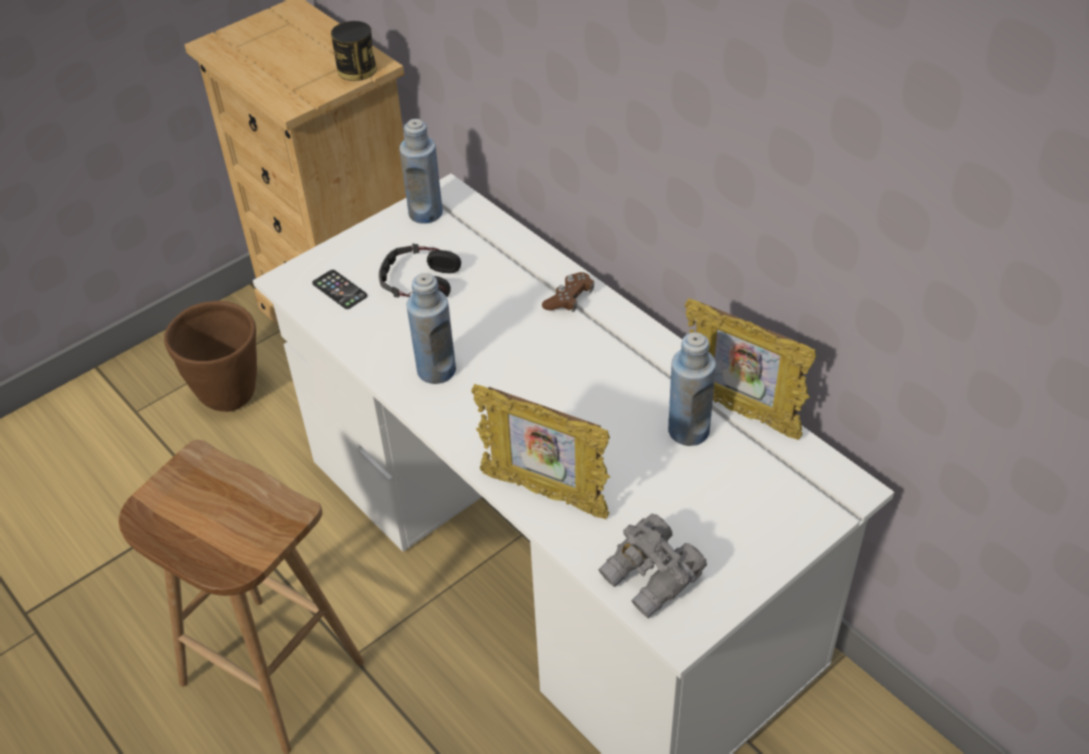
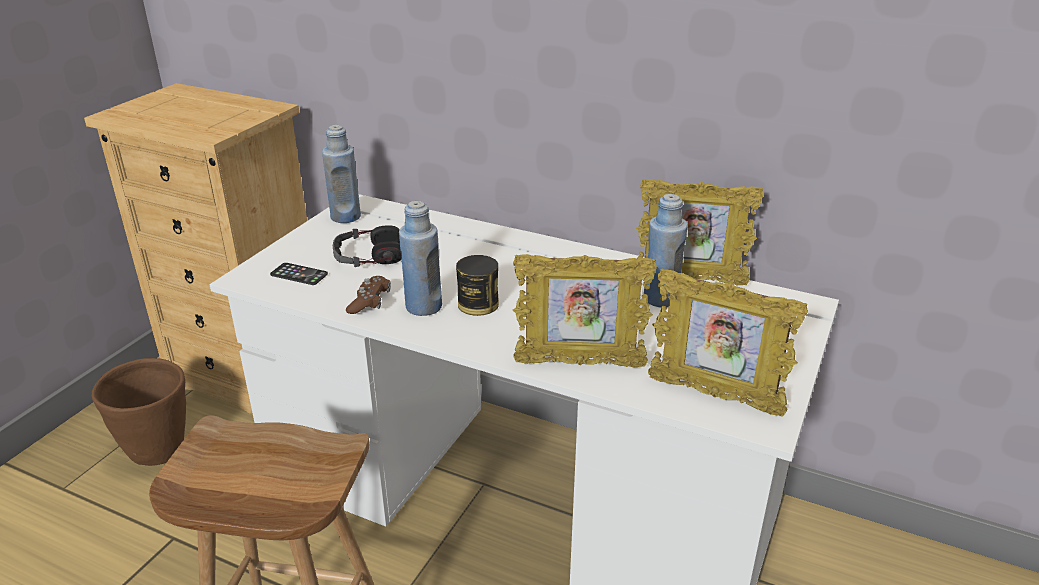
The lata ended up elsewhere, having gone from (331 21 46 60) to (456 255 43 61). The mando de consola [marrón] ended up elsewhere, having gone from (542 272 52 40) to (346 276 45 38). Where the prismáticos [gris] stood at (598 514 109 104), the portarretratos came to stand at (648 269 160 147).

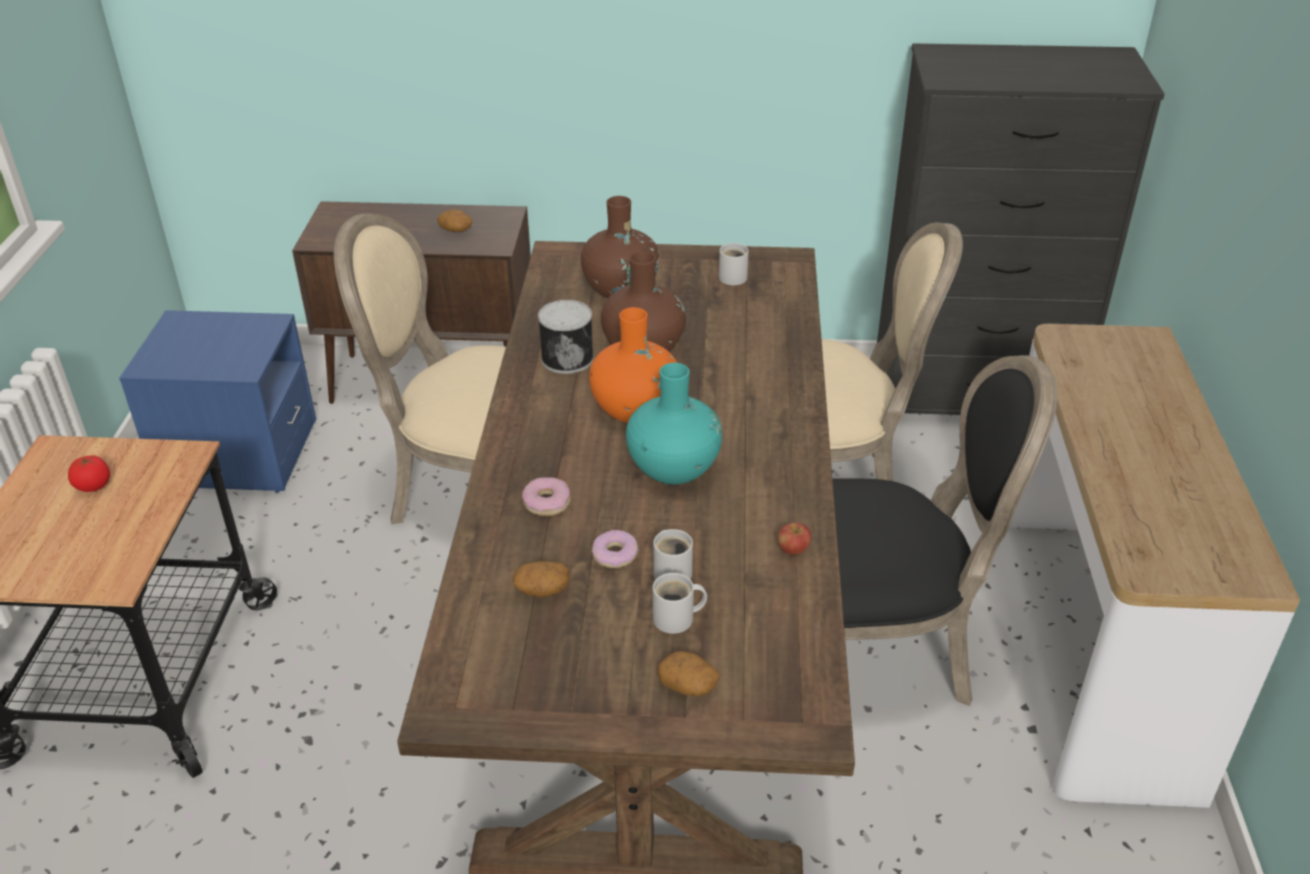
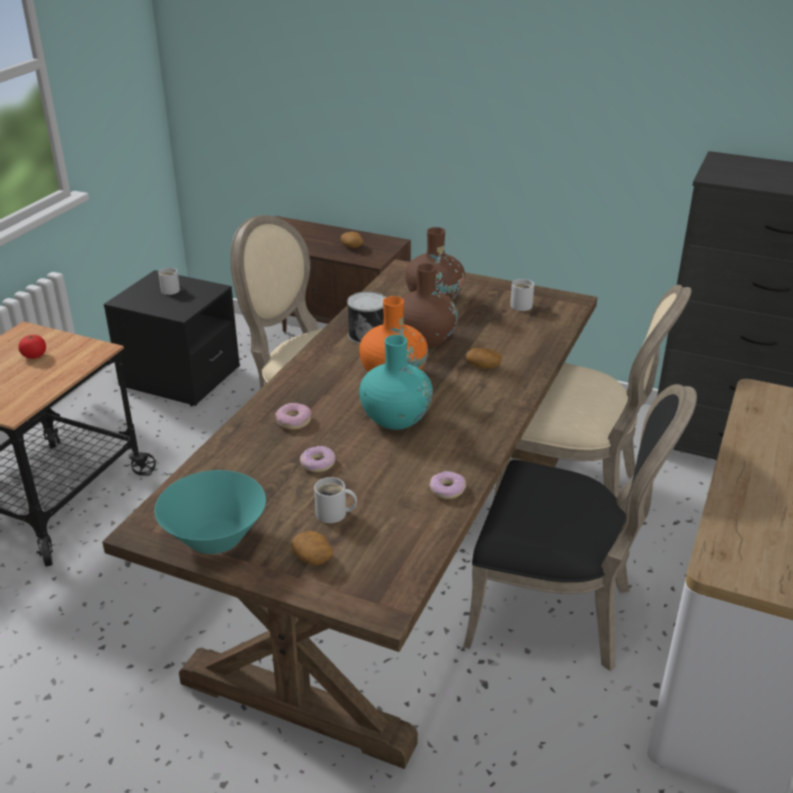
What was the mesita de noche [azul] at (119 310 197 183) turned into the mesita de noche [negro] at (104 270 136 136). The patata ended up elsewhere, having gone from (513 561 57 37) to (466 348 36 21). The taza grande [blanco] ended up elsewhere, having gone from (653 529 40 51) to (158 268 22 27). Where the manzana stood at (778 522 33 33), the rosquilla came to stand at (429 471 37 28). The second view gained the cuenco [turquesa] at (155 470 111 84).

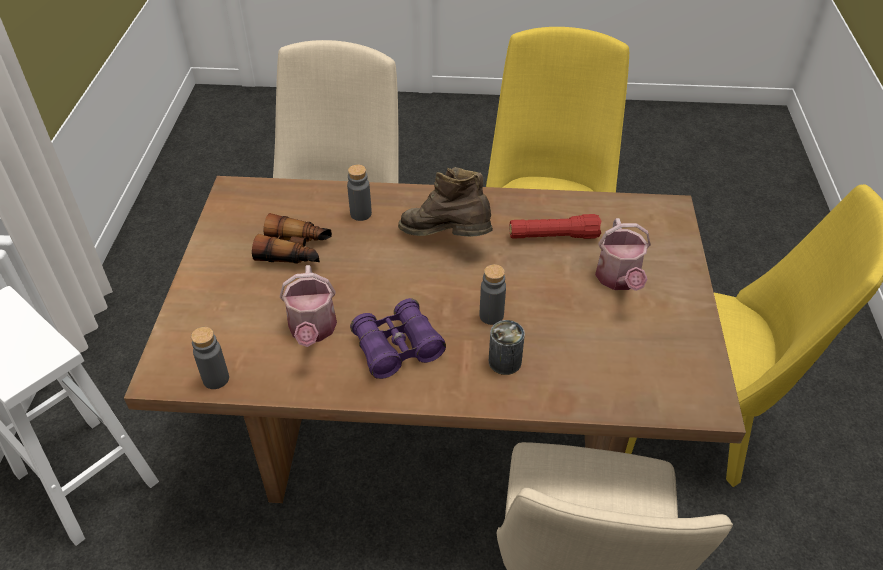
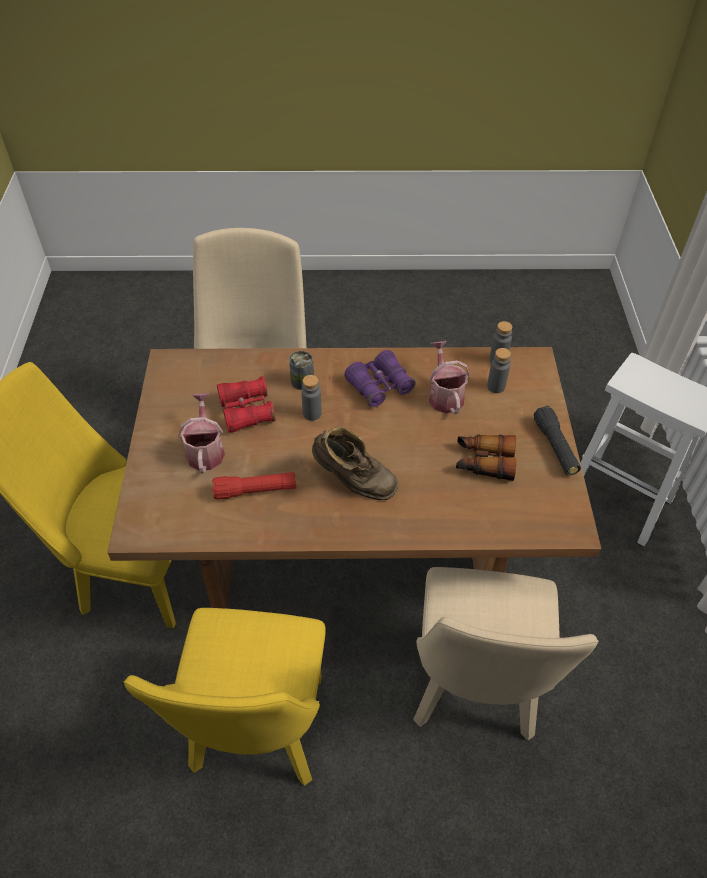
The botella [gris] ended up elsewhere, having gone from (347 164 25 57) to (487 348 24 45). The second view gained the prismáticos [rojo] at (217 376 59 57). The second view gained the linterna [negro] at (534 406 47 70).

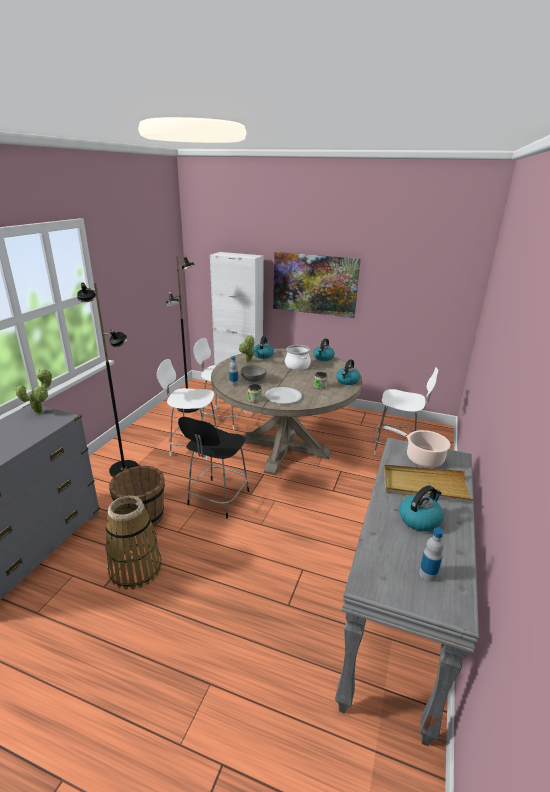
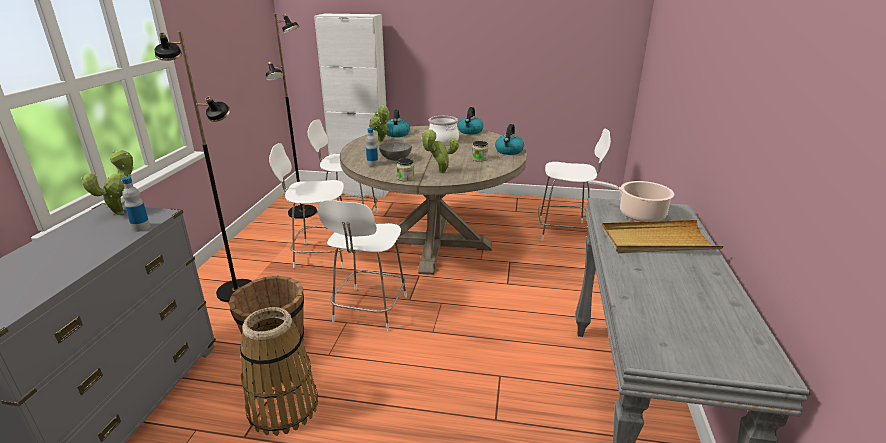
What was the silla [negro] at (178 417 71 102) turned into the silla [blanco] at (317 200 90 131). Where the plato [blanco] stood at (265 387 37 17), the planta en maceta came to stand at (421 129 38 44). The second view lost the cuadro at (273 252 88 66). The second view lost the hervidor at (400 485 43 47). The botella ended up elsewhere, having gone from (419 527 25 55) to (122 176 28 56).

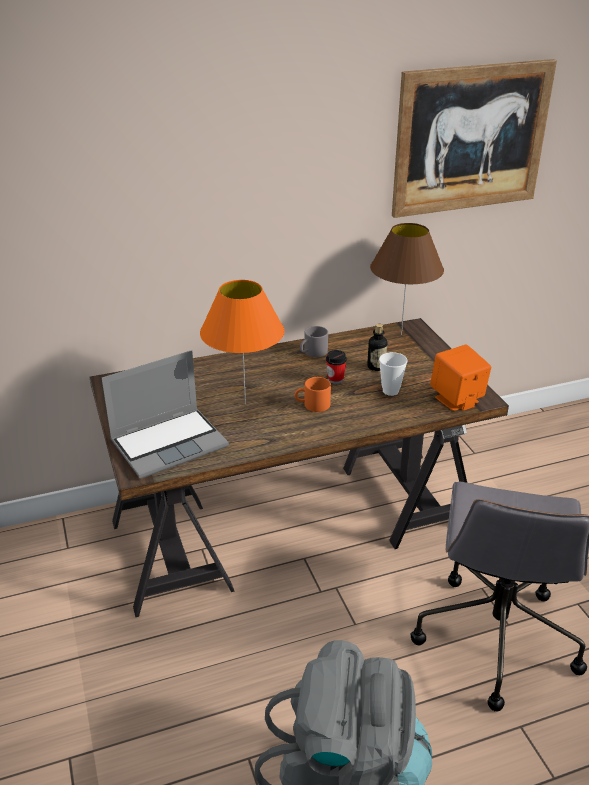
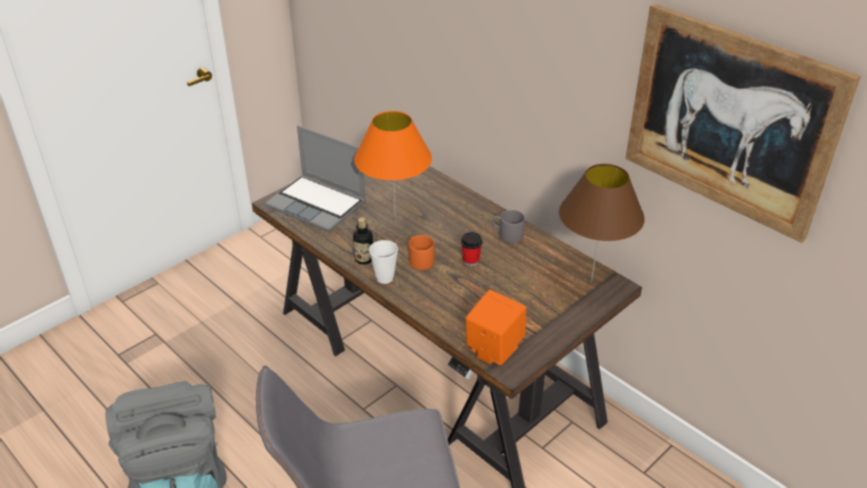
The botella ended up elsewhere, having gone from (367 324 20 47) to (353 218 20 47). The taza ended up elsewhere, having gone from (379 352 29 44) to (369 240 29 44).

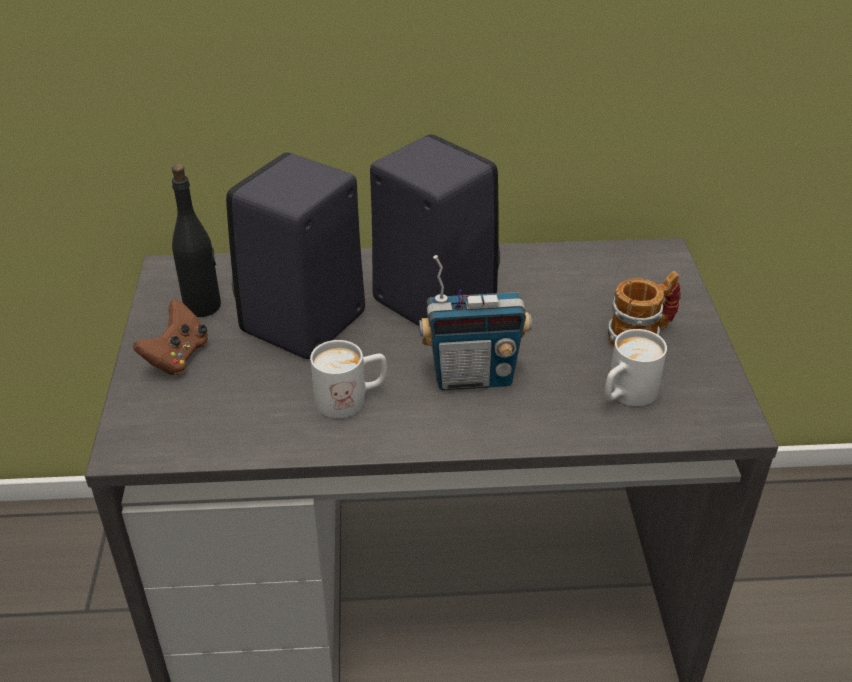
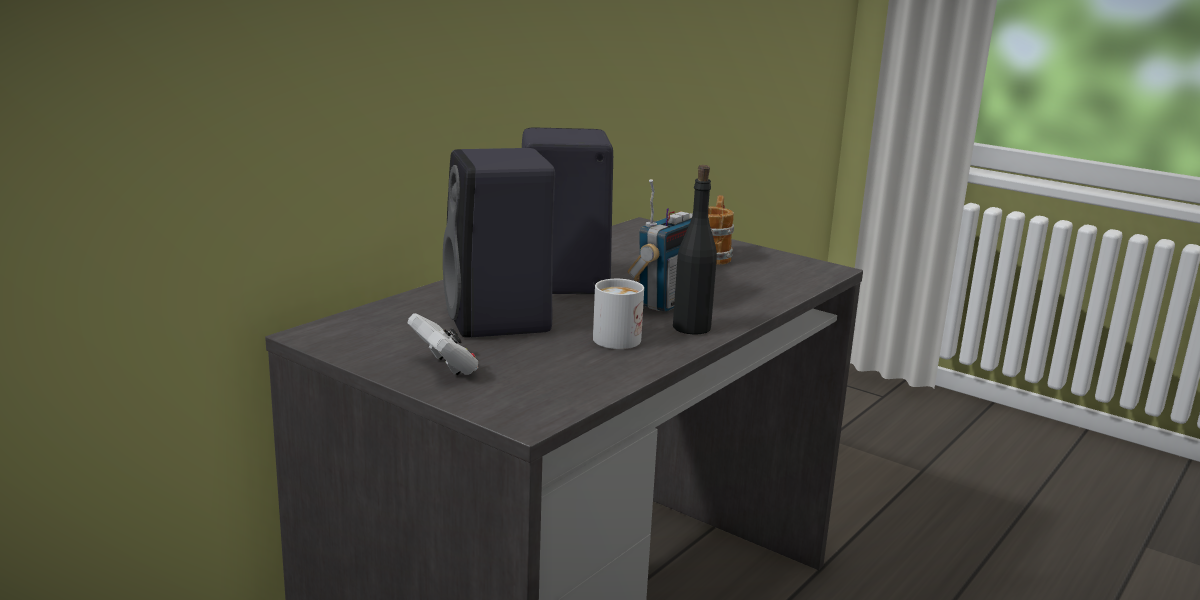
What was the mando de consola [marrón] at (133 299 75 76) turned into the mando de consola [blanco] at (408 313 70 63). The botella [negro] ended up elsewhere, having gone from (172 164 49 153) to (673 165 44 170). The second view lost the taza grande [blanco] at (605 329 62 77).

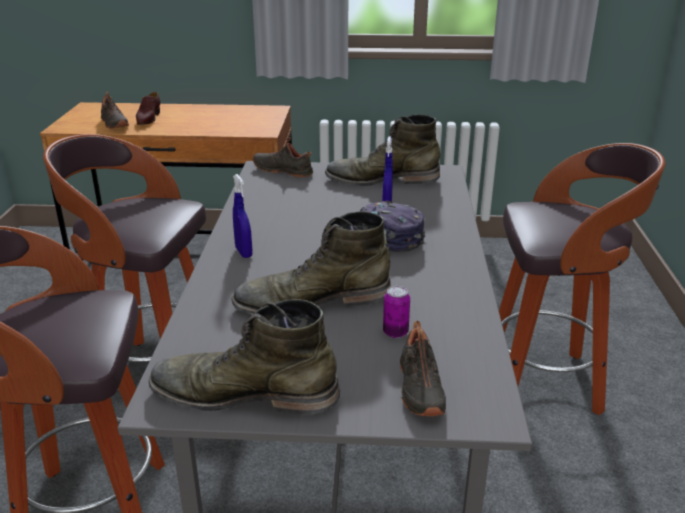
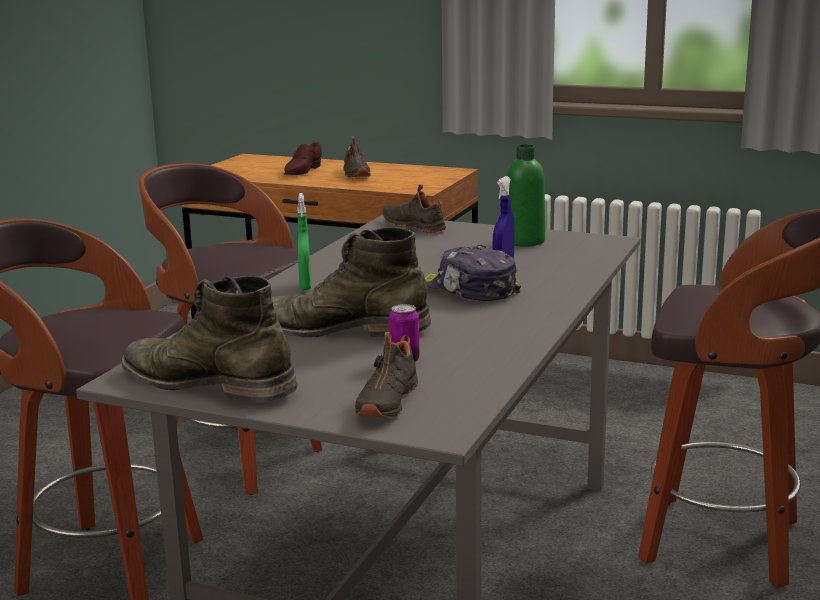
The zapato [negro] ended up elsewhere, having gone from (101 92 28 37) to (344 136 27 41). What was the pulverizador [azul] at (233 174 19 84) turned into the pulverizador [verde] at (297 193 14 97). Where the bota [verde] stood at (325 114 115 72), the botella [verde] came to stand at (506 145 39 102).

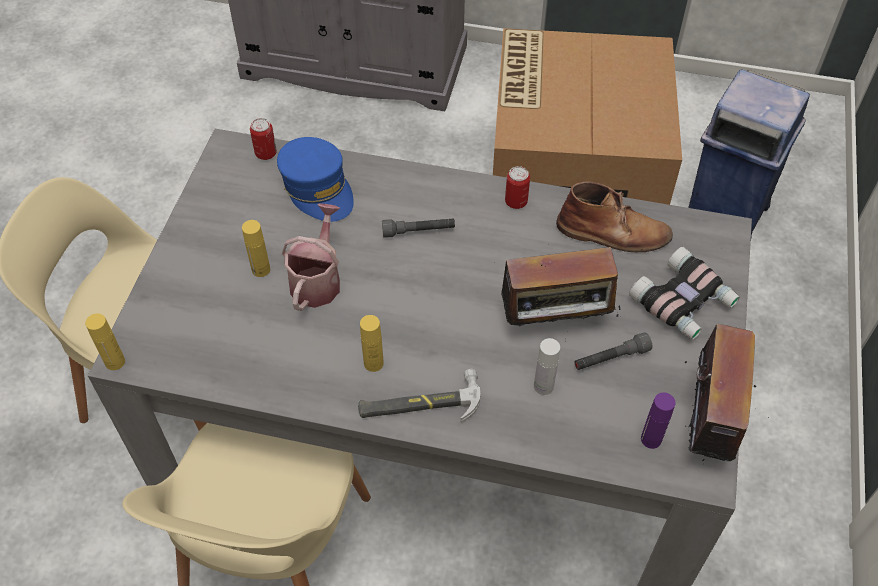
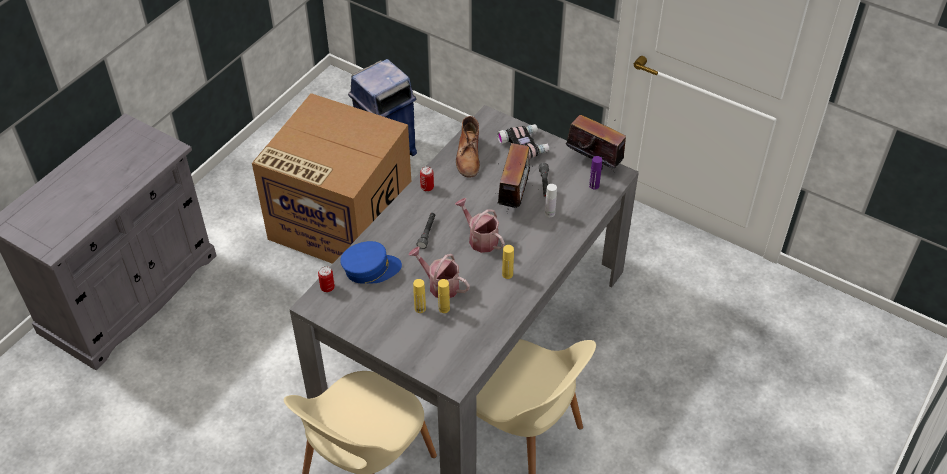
The botella [amarillo] ended up elsewhere, having gone from (85 313 40 57) to (438 279 12 34). The second view lost the martillo at (358 369 122 54). The bota [marrón] at (556 181 117 71) ended up facing another way, 150 degrees clockwise from before. The second view gained the regadera at (455 198 50 55).

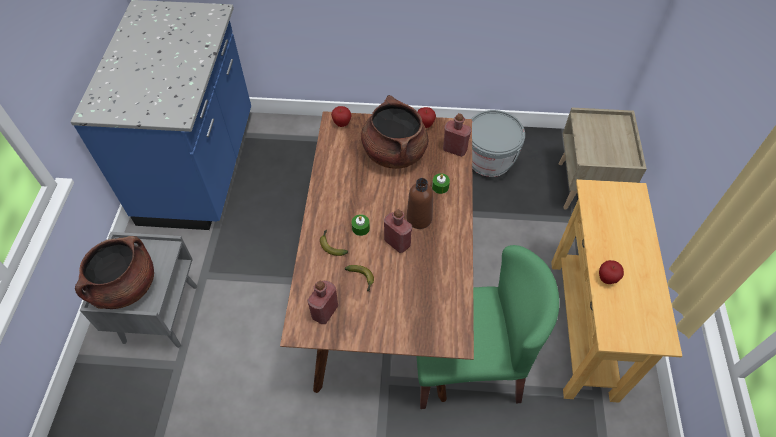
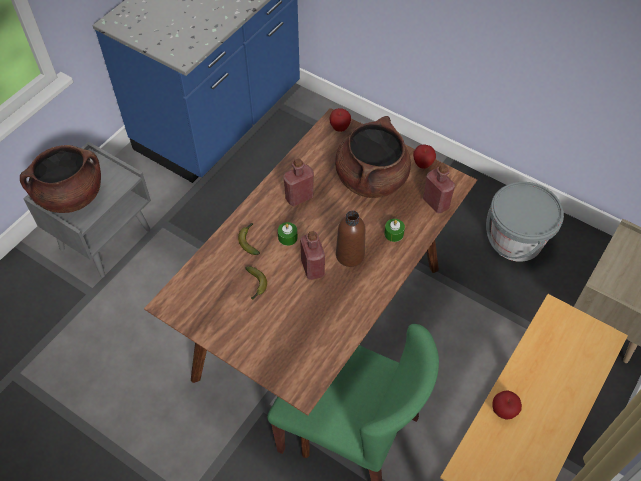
The botella [rojo] ended up elsewhere, having gone from (307 281 31 43) to (283 158 31 48).

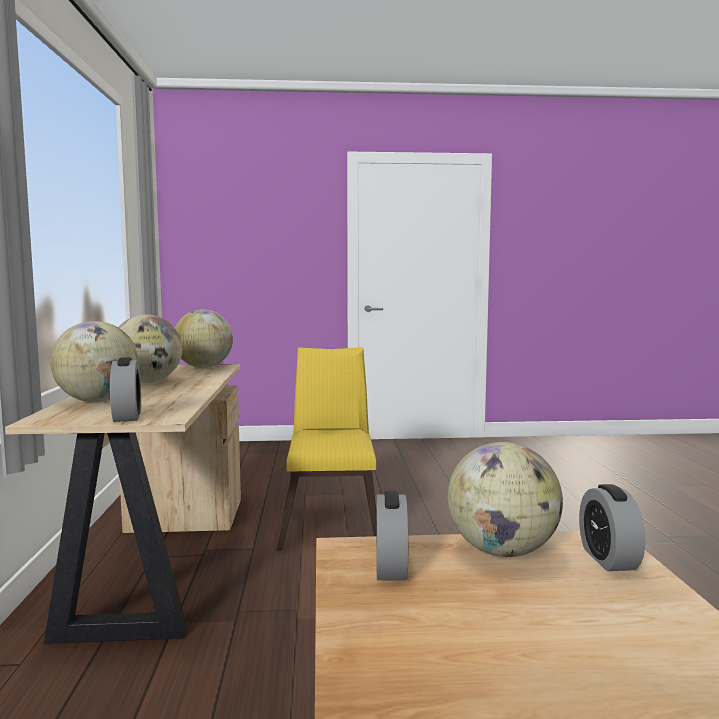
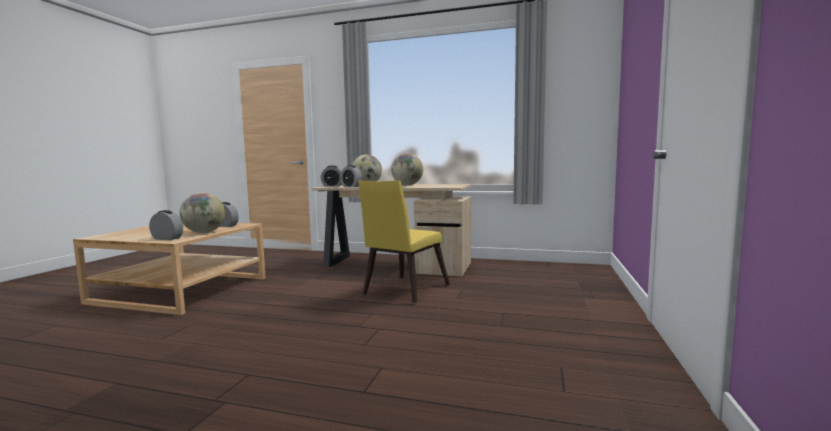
The second view lost the globo terráqueo at (175 309 58 59). The silla [amarillo] at (277 347 100 204) ended up facing another way, 105 degrees clockwise from before. The second view gained the despertador at (340 165 22 22).

